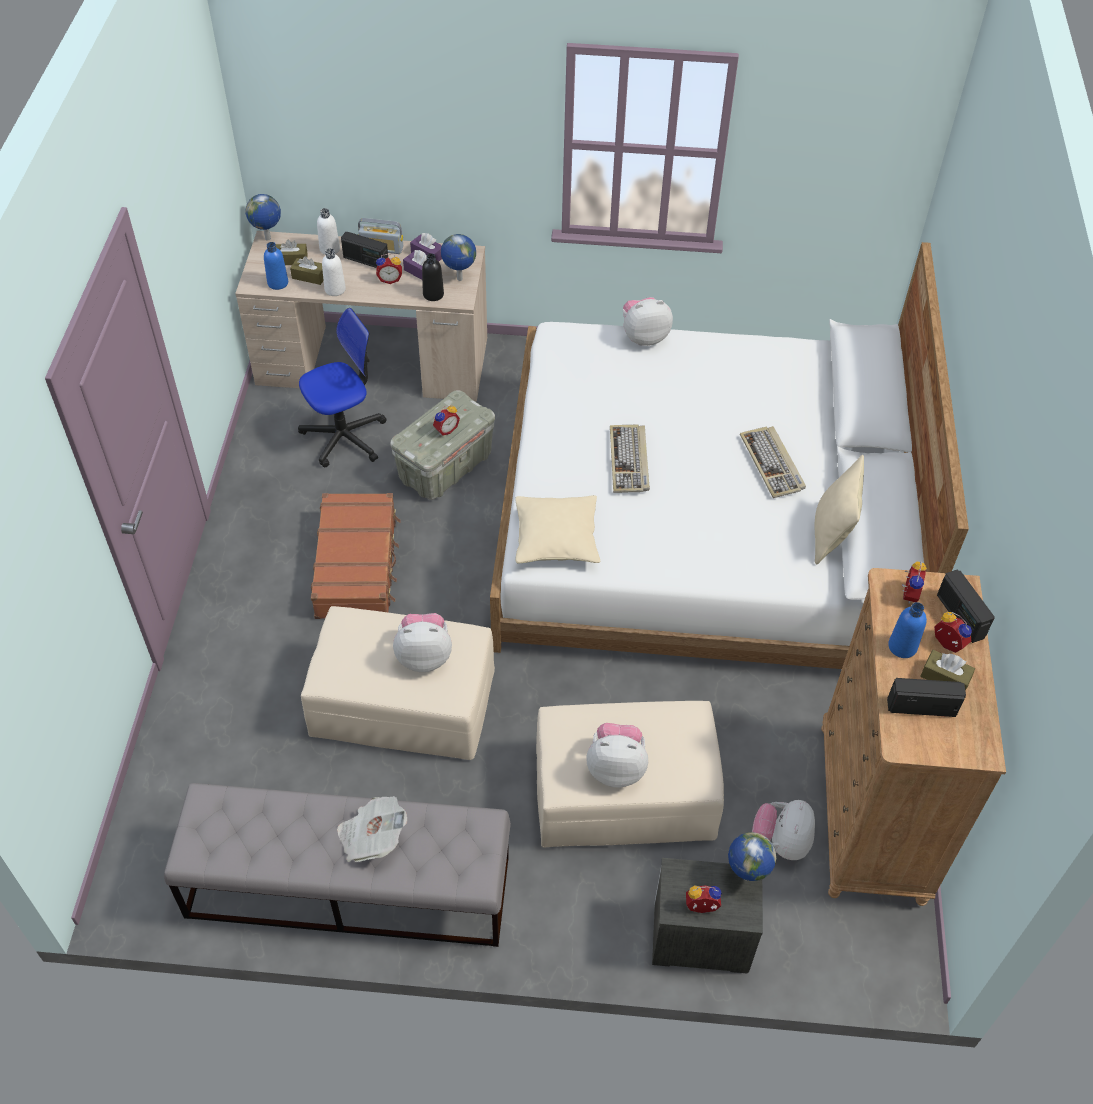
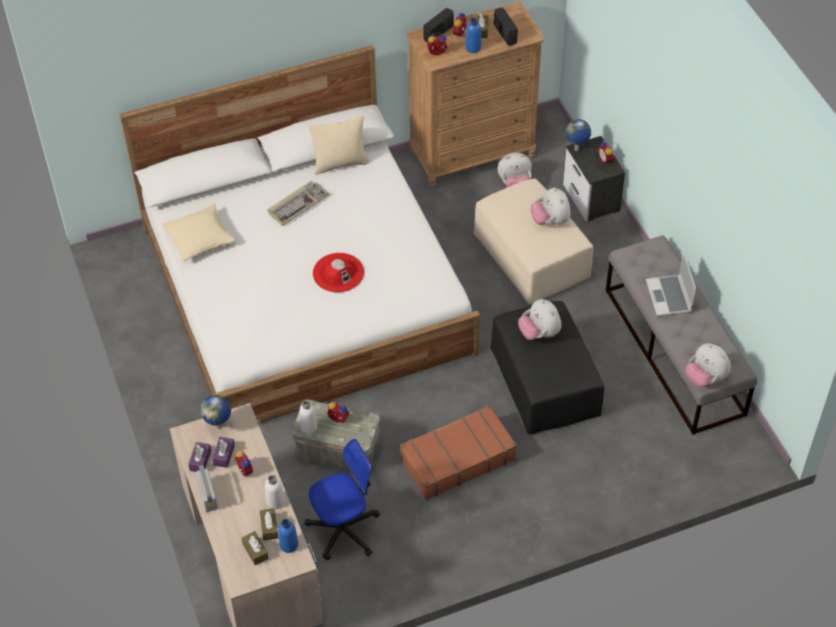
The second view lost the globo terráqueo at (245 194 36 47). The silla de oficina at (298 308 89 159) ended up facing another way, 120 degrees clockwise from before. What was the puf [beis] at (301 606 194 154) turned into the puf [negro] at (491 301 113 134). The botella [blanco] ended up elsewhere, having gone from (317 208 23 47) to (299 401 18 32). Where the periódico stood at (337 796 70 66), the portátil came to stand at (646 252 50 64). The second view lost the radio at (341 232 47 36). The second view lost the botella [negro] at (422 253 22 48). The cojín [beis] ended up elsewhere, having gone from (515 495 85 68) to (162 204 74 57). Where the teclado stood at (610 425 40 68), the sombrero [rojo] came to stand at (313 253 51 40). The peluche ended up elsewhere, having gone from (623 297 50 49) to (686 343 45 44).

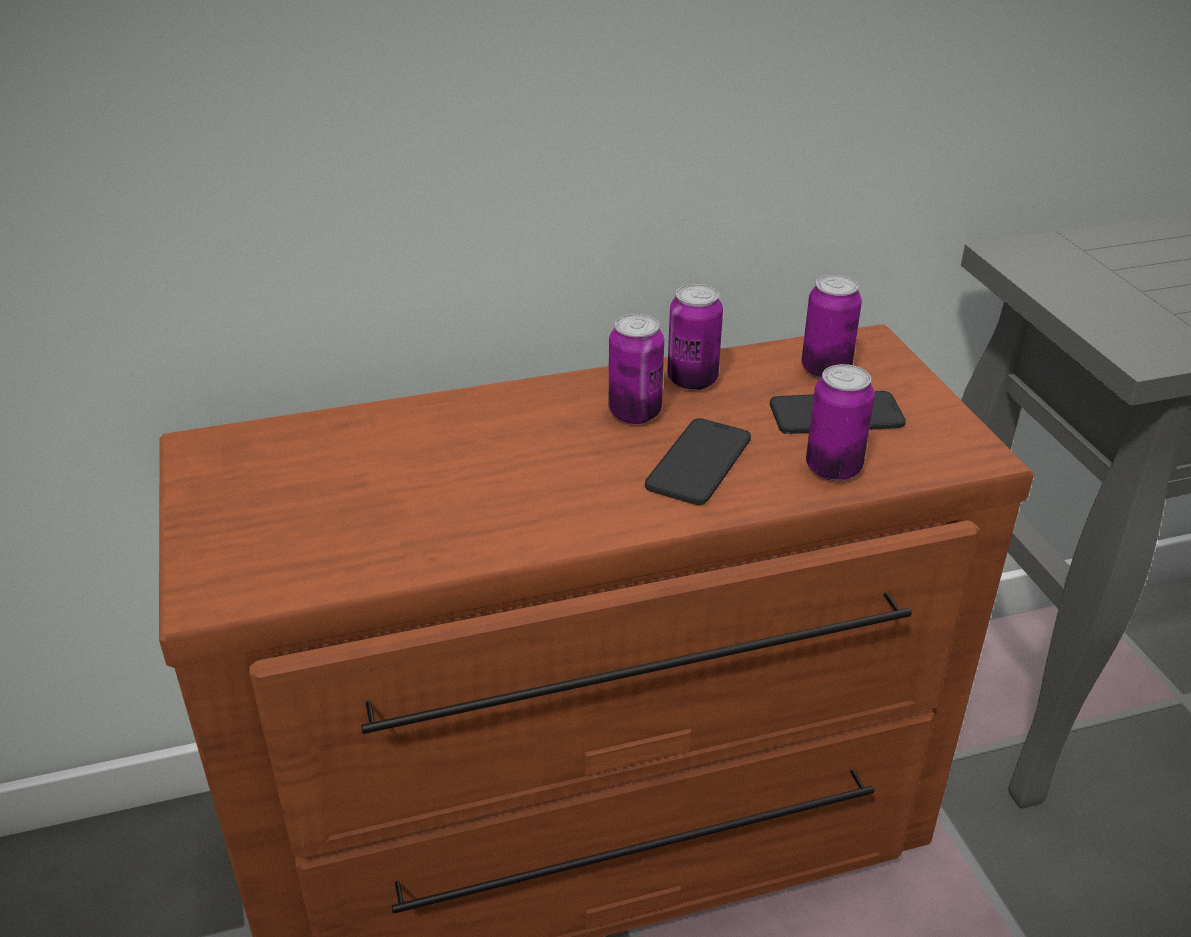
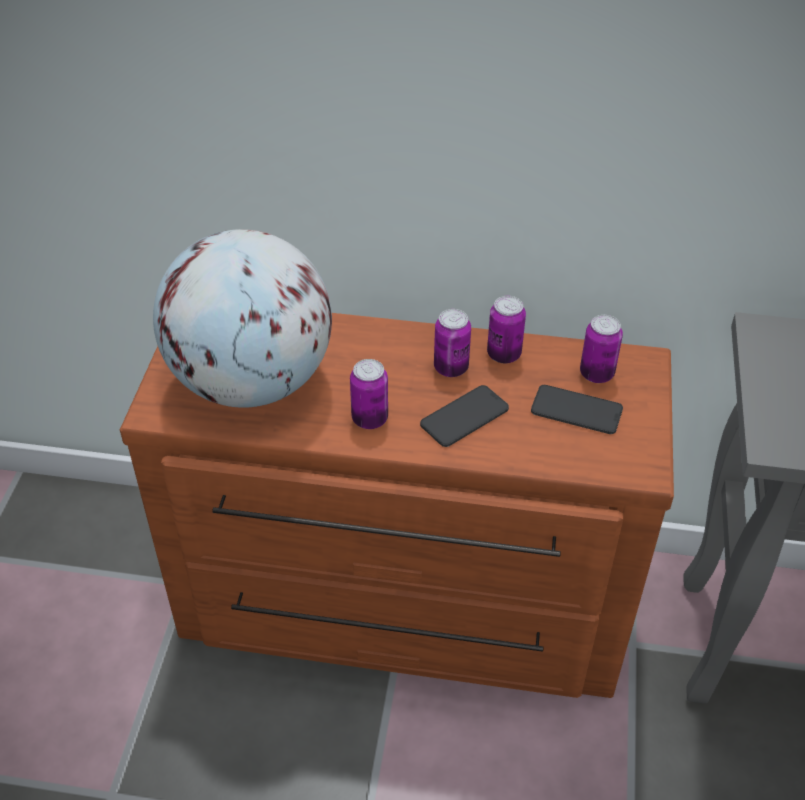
The lata ended up elsewhere, having gone from (806 364 69 117) to (350 359 38 70). The second view gained the globo terráqueo at (153 229 179 179).

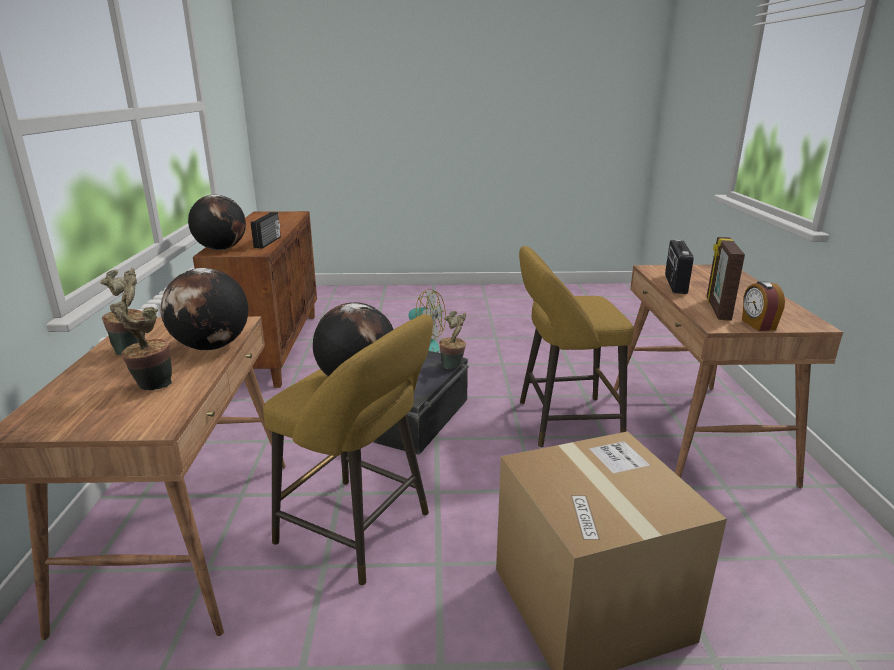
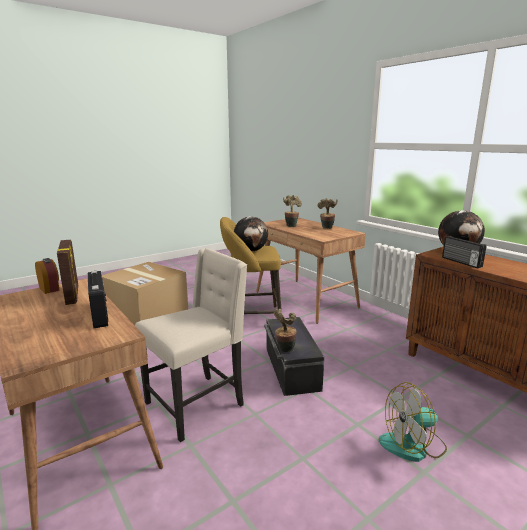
The second view lost the globo terráqueo at (160 268 88 82). Where the taburete [amarillo] stood at (519 246 114 202), the silla [beis] came to stand at (135 248 112 194).

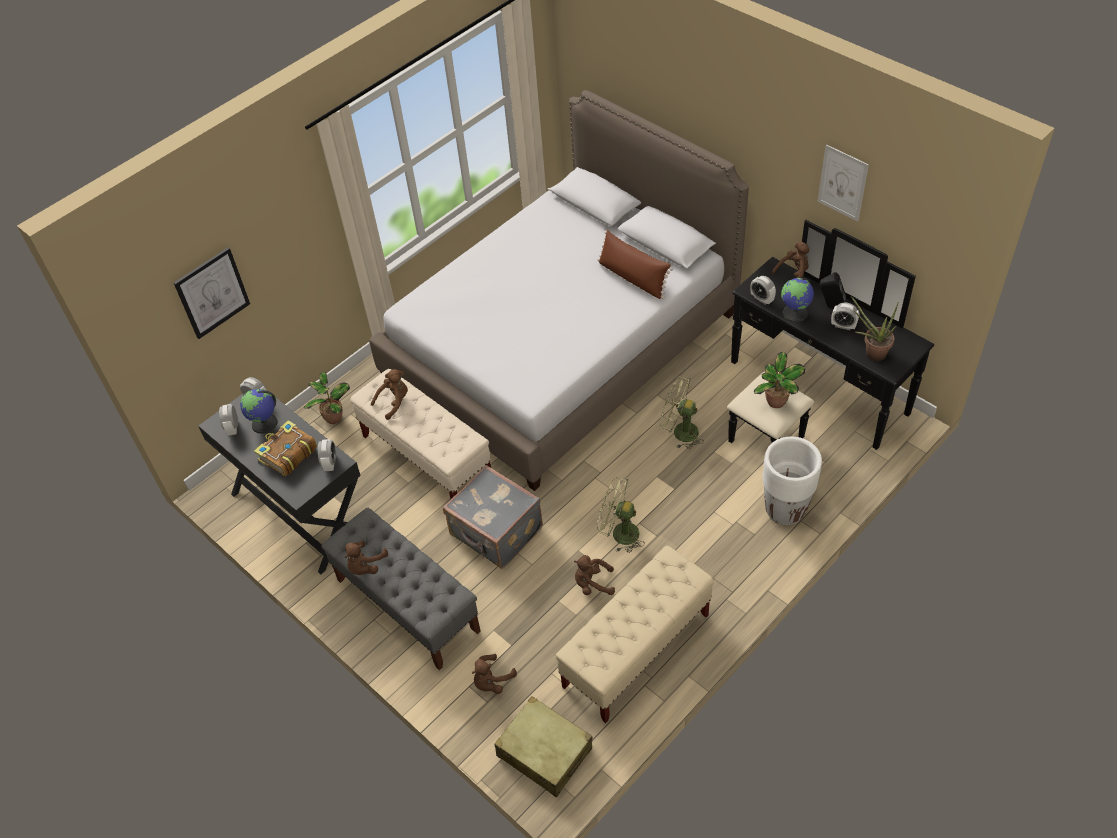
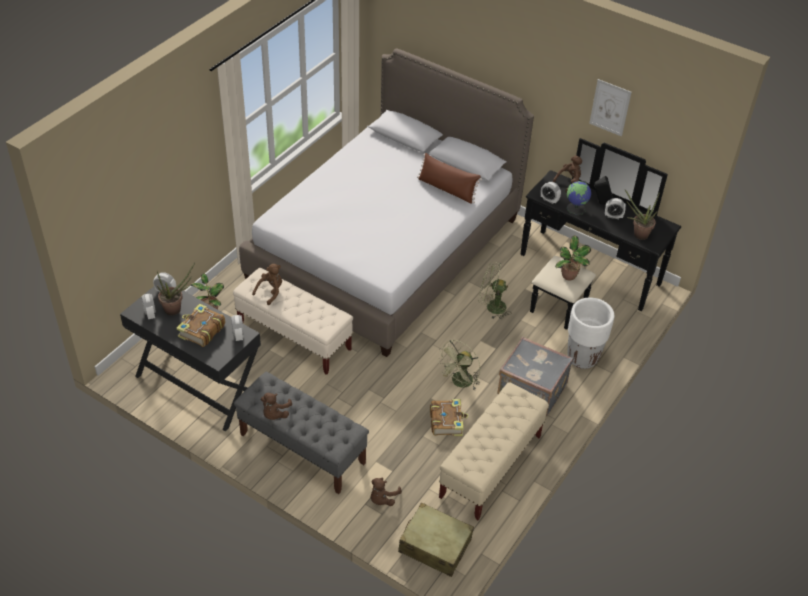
The second view lost the cuadro at (174 247 76 92). Where the globo terráqueo stood at (240 389 38 45), the planta en maceta came to stand at (157 262 38 53). The maleta [gris] ended up elsewhere, having gone from (443 465 100 104) to (497 337 76 79). Where the peluche [marrón] stood at (574 555 41 40), the libro came to stand at (430 399 39 37). The ventilador [verde] at (596 477 49 76) ended up facing another way, 60 degrees counterclockwise from before.

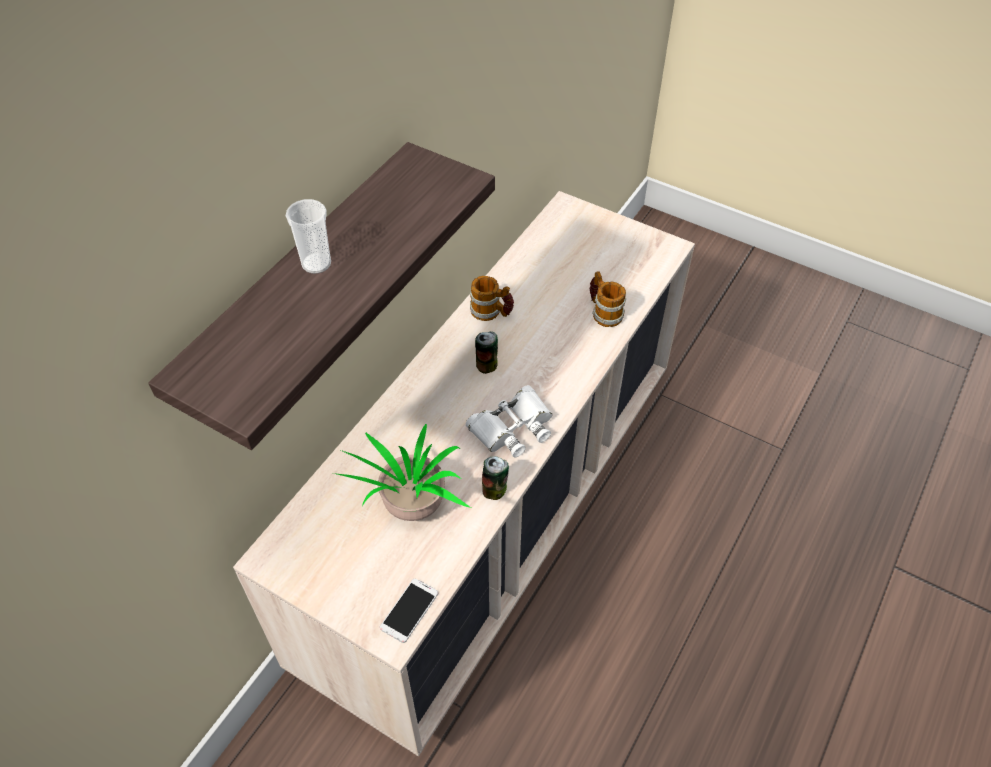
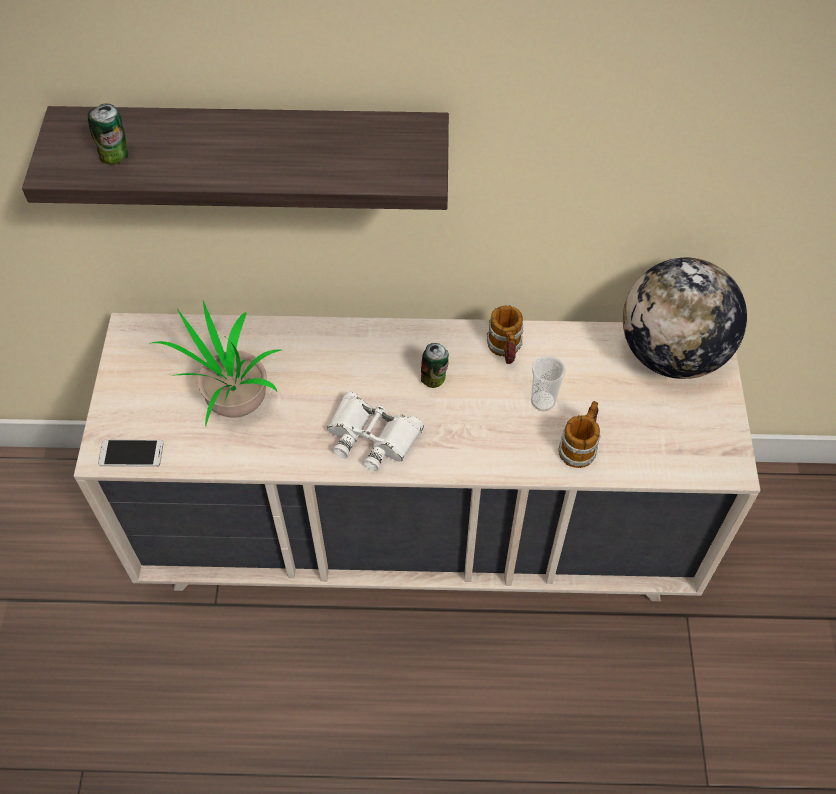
The taza ended up elsewhere, having gone from (286 199 45 75) to (531 356 35 55). The lata ended up elsewhere, having gone from (482 456 27 44) to (88 103 40 61). The second view gained the globo terráqueo at (623 258 124 121).

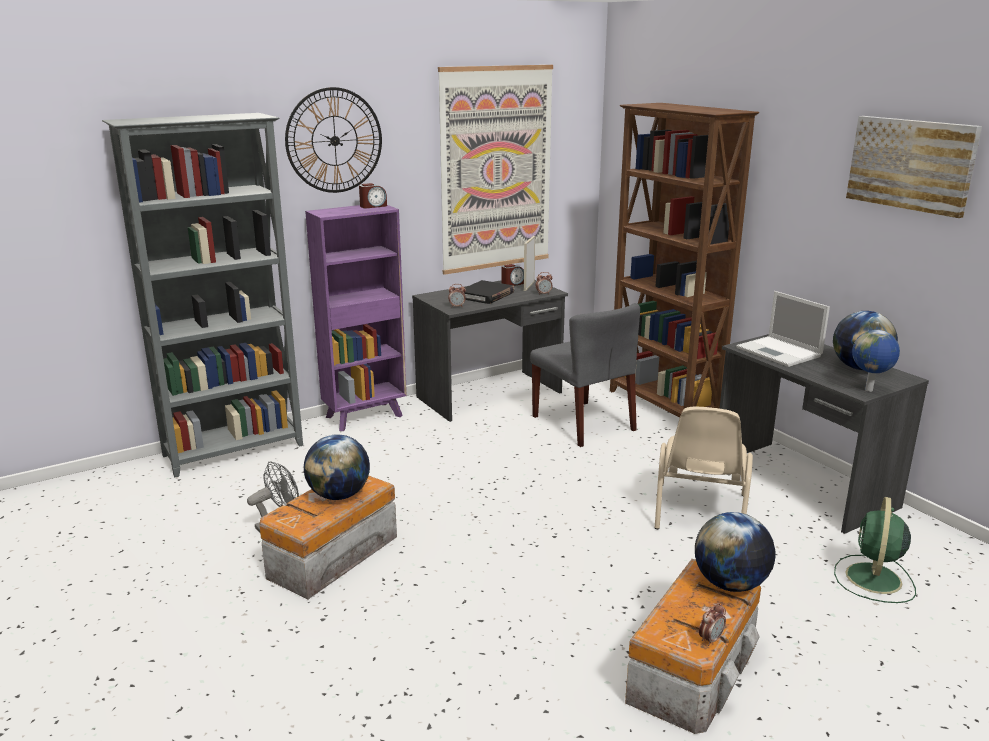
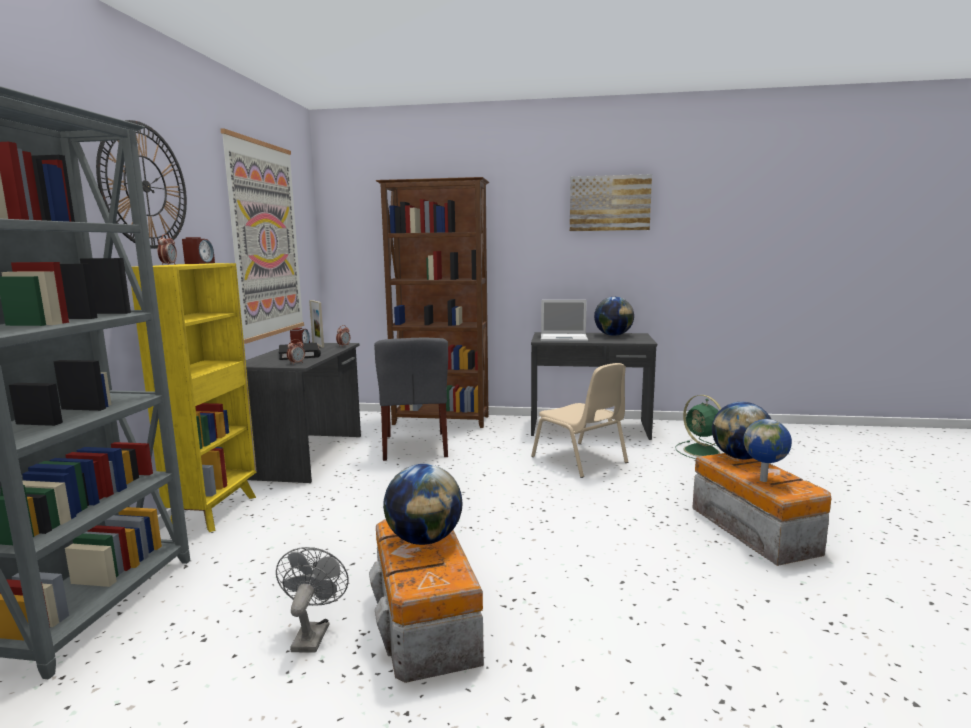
What was the estantería [morado] at (305 205 102 226) turned into the estantería [amarillo] at (131 263 126 269). The silla [gris] at (530 303 110 144) ended up facing another way, 75 degrees clockwise from before. The despertador ended up elsewhere, having gone from (699 603 27 43) to (158 234 19 31). The globo terráqueo ended up elsewhere, having gone from (852 330 48 62) to (743 419 49 63).

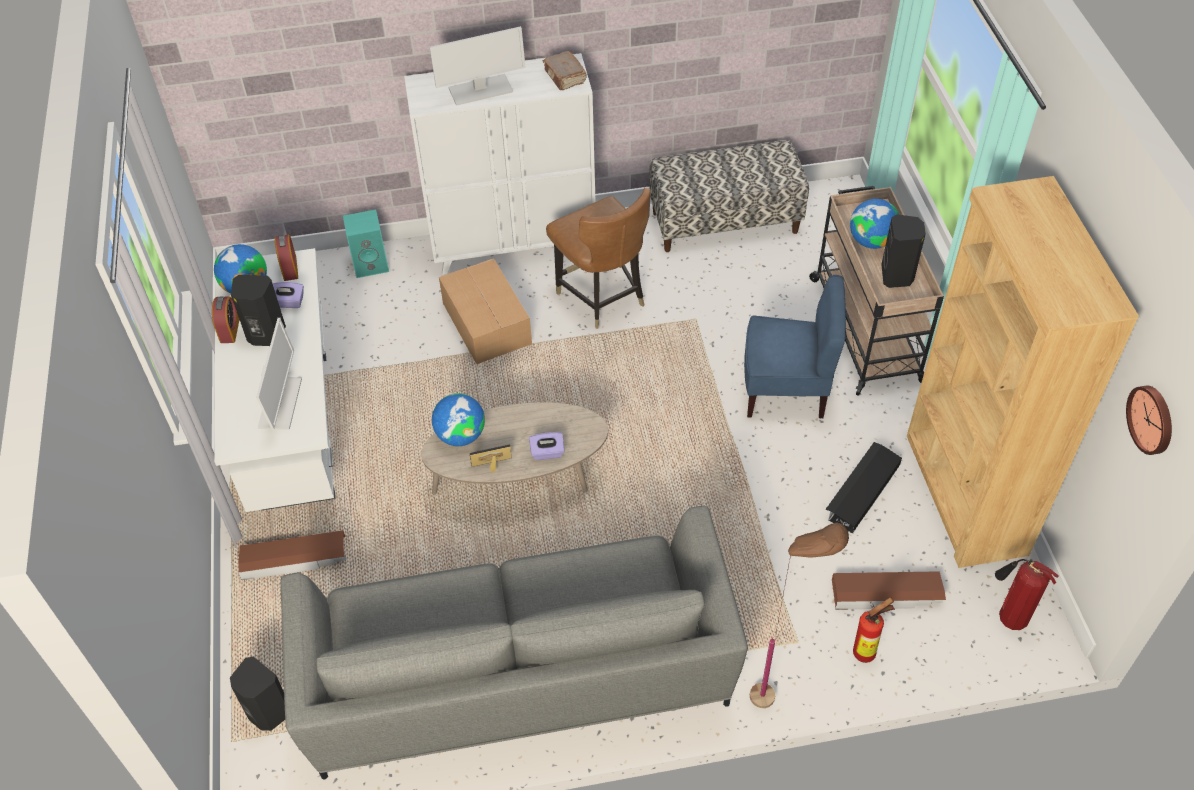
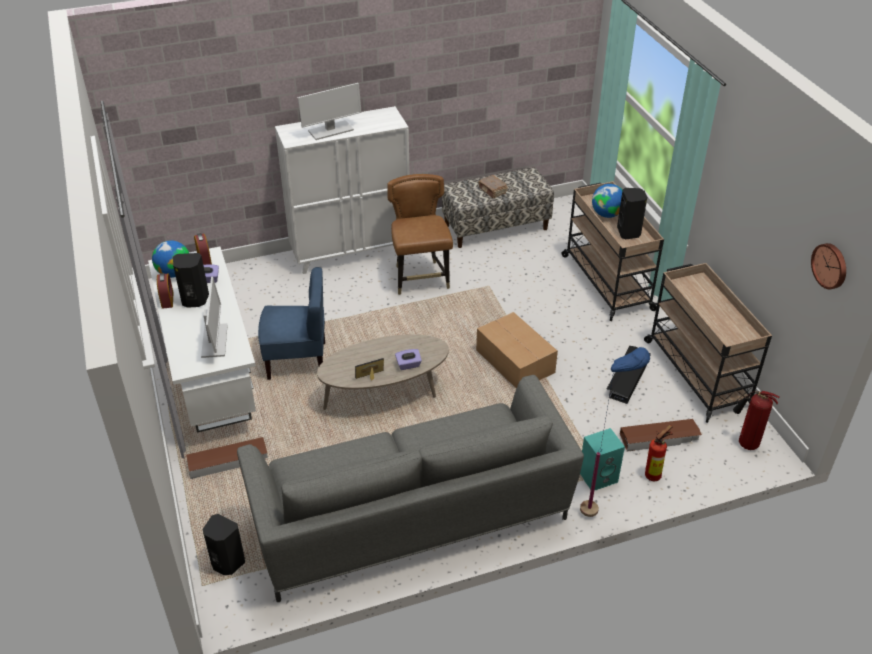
The altavoz [turquesa] ended up elsewhere, having gone from (343 210 46 68) to (580 428 45 63). The second view lost the globo terráqueo at (432 393 53 53). The caja de cartón ended up elsewhere, having gone from (439 258 93 106) to (476 312 82 76). The libro [marrón] ended up elsewhere, having gone from (543 51 44 39) to (478 175 30 23). The silla [marrón] at (546 188 105 141) ended up facing another way, 150 degrees counterclockwise from before. The silla [azul] ended up elsewhere, having gone from (744 275 102 143) to (258 267 67 113). What was the lámpara de pie [marrón] at (750 522 99 186) turned into the lámpara de pie [azul] at (580 347 70 170). Where the estantería [marrón] stood at (907 176 232 392), the carrito [beis] came to stand at (644 263 128 160).

